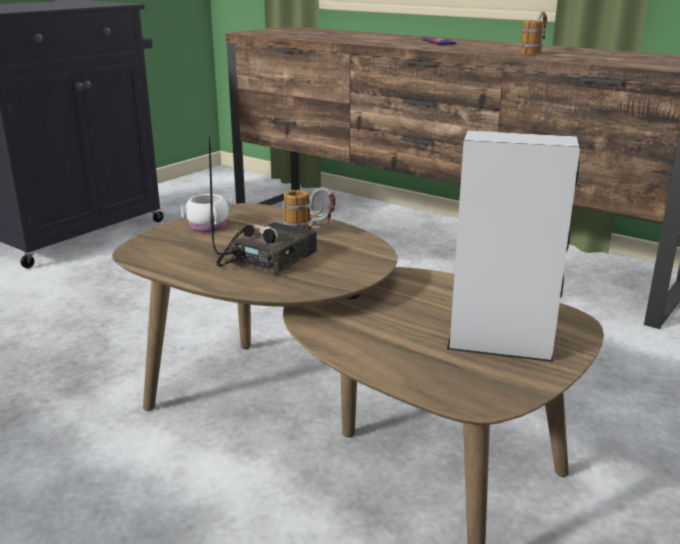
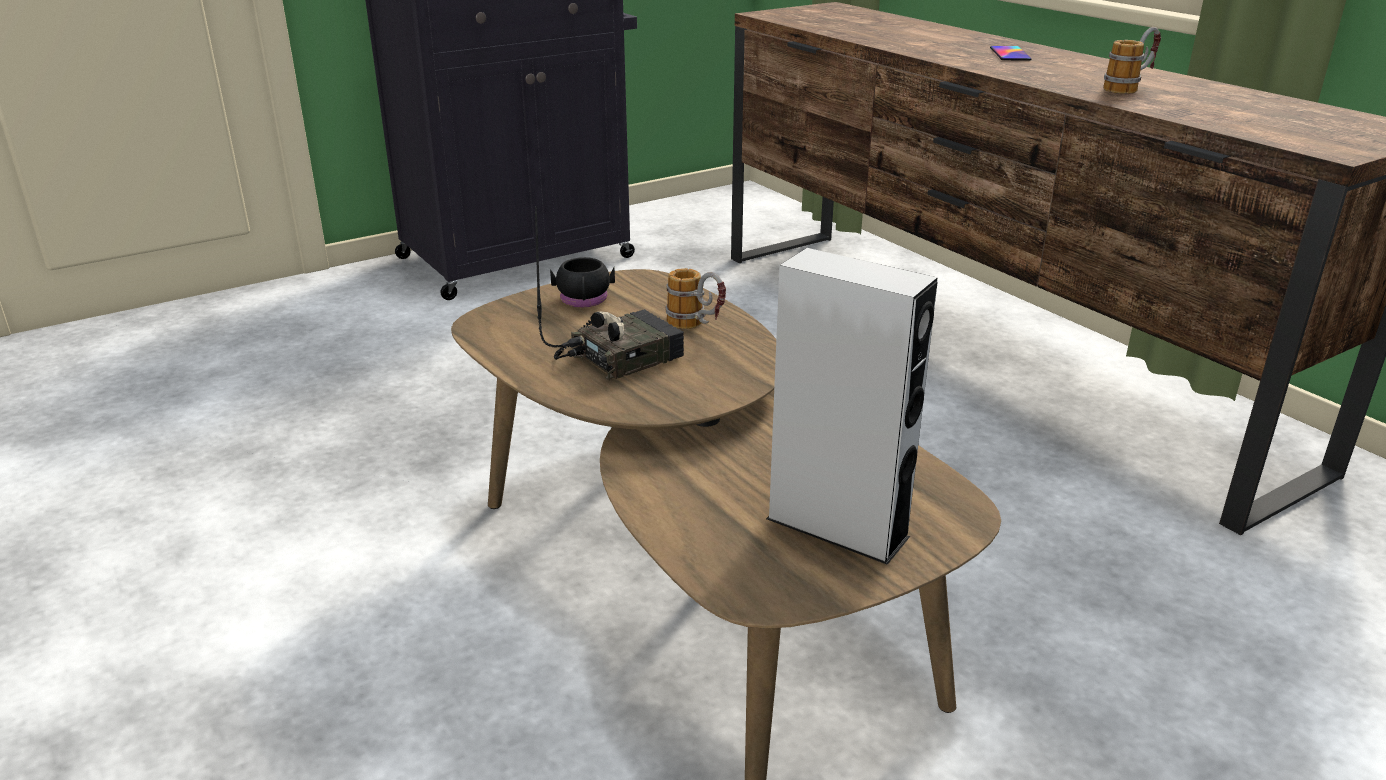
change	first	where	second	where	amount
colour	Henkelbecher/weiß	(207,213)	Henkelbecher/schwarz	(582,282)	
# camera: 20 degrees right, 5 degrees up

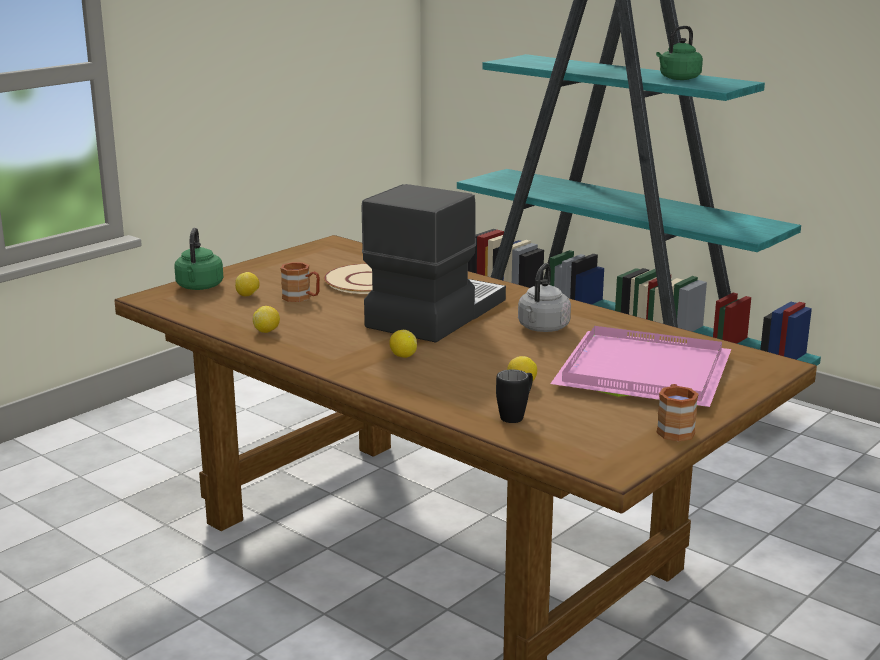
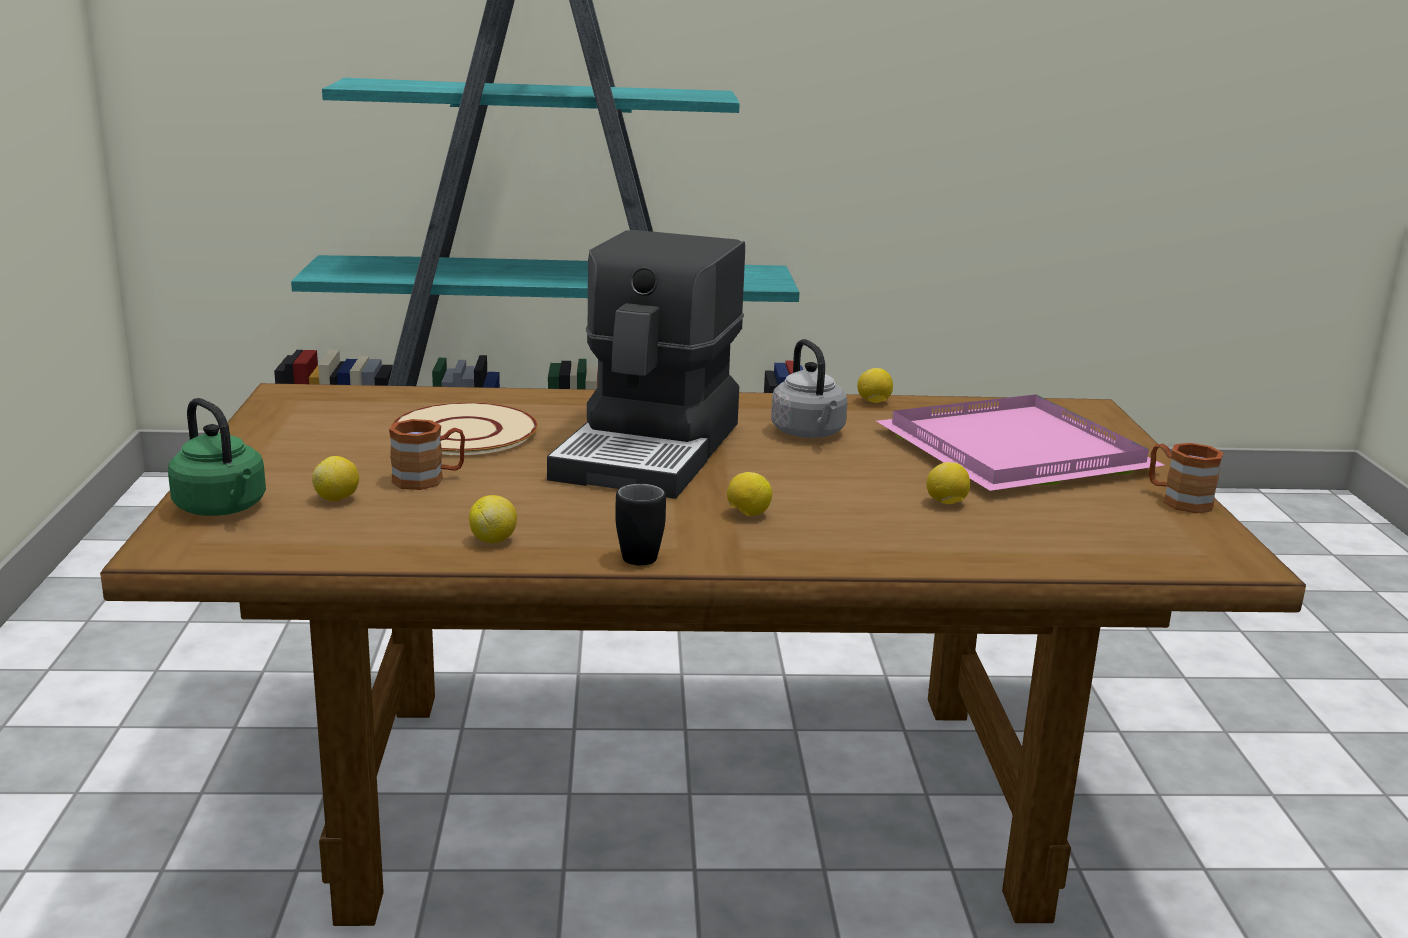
change	first	where	second	where	amount
spun	Kaffeemaschine	(433,263)		(646,364)	150 degrees counterclockwise
relocated	Henkelbecher/schwarz	(514,396)		(640,524)	
missing	Wasserkessel/grün	(679,53)			
appeared			Zitrone	(875,385)	
# camera: 45 degrees left, 0 degrees up

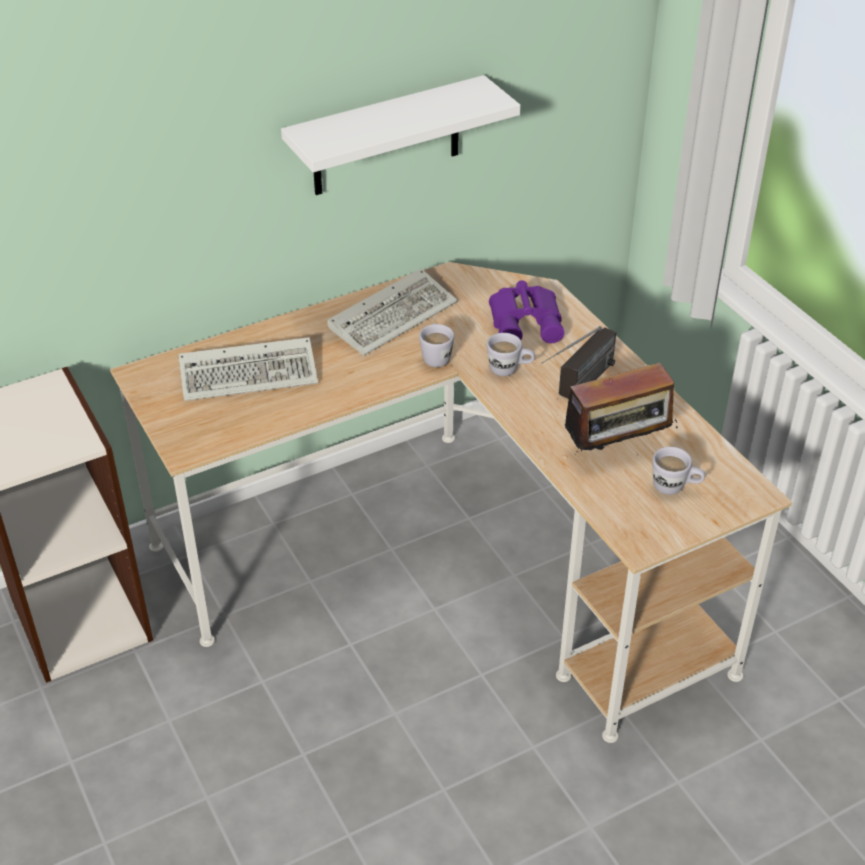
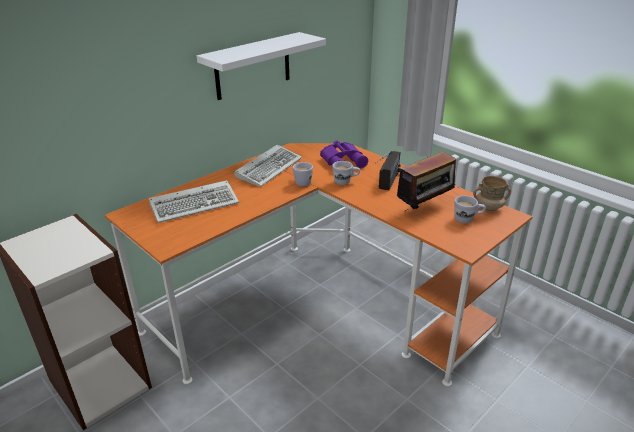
change	first	where	second	where	amount
colour	Schreibtisch/beige	(451,502)	Schreibtisch/orange	(319,265)	
appeared			Henkelbecher/beige	(492,193)	
# camera: 15 degrees left, 10 degrees down

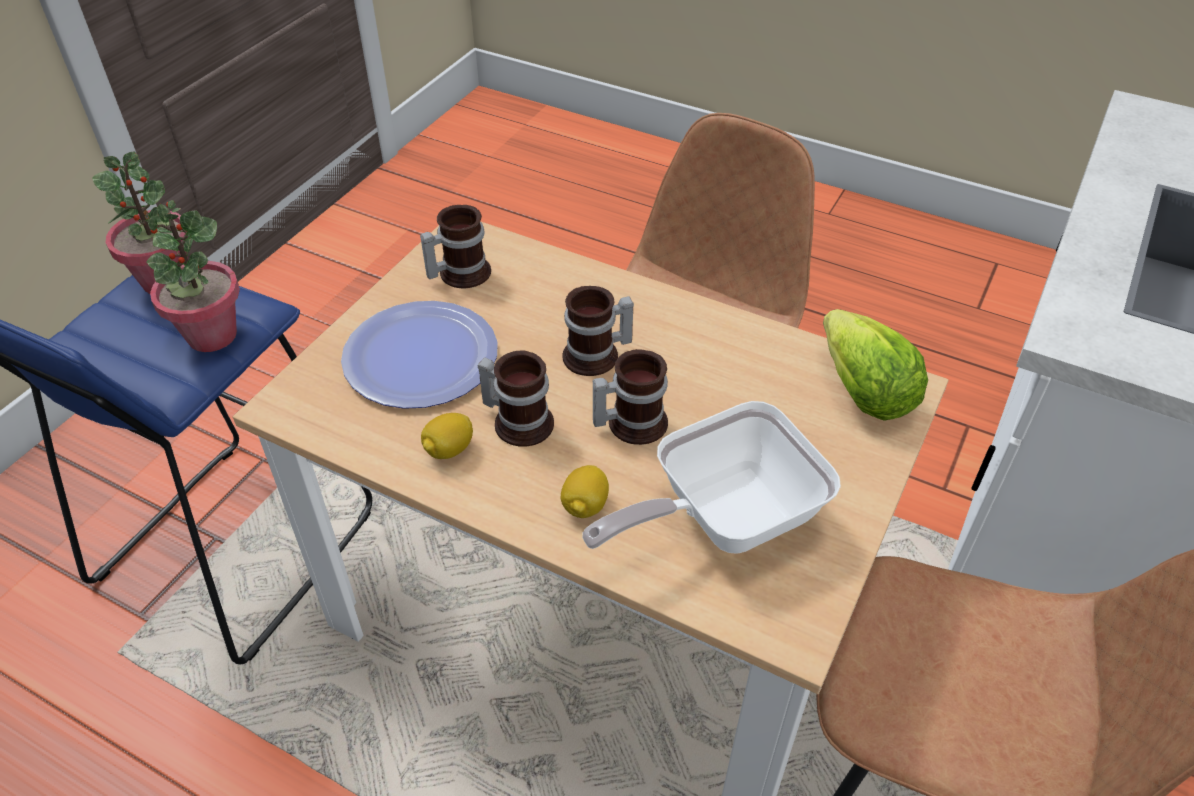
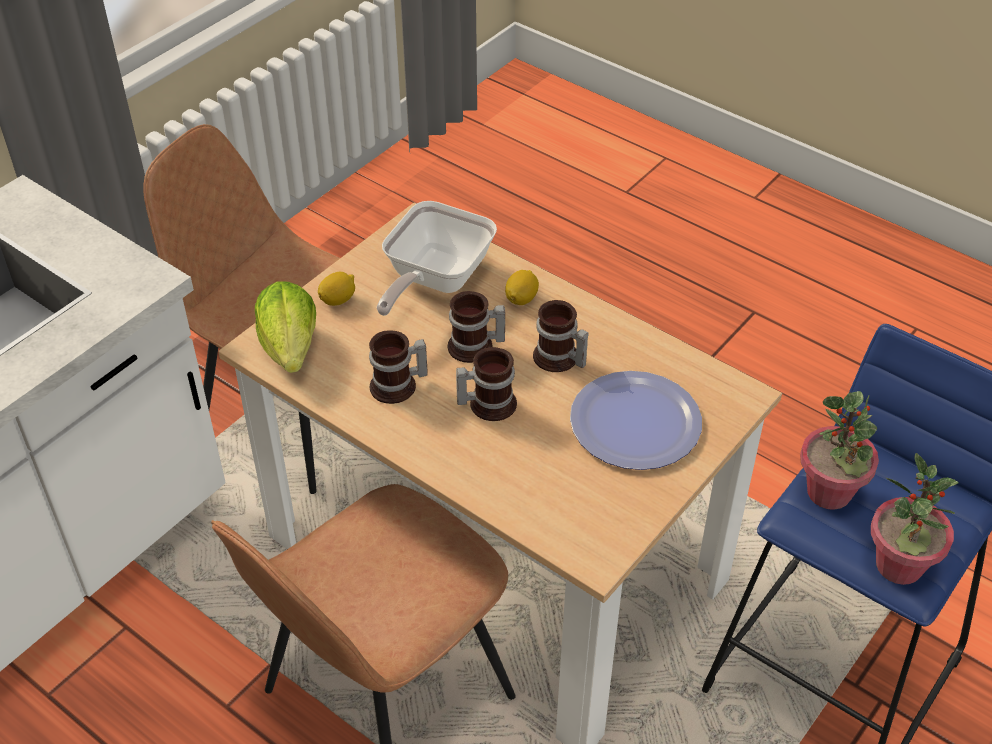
change	first	where	second	where	amount
relocated	Henkelbecher	(455,246)		(398,367)	
relocated	Zitrone	(447,436)		(336,289)	
spun	Pfanne	(711,477)		(437,258)	135 degrees clockwise
# camera: 170 degrees left, 0 degrees up

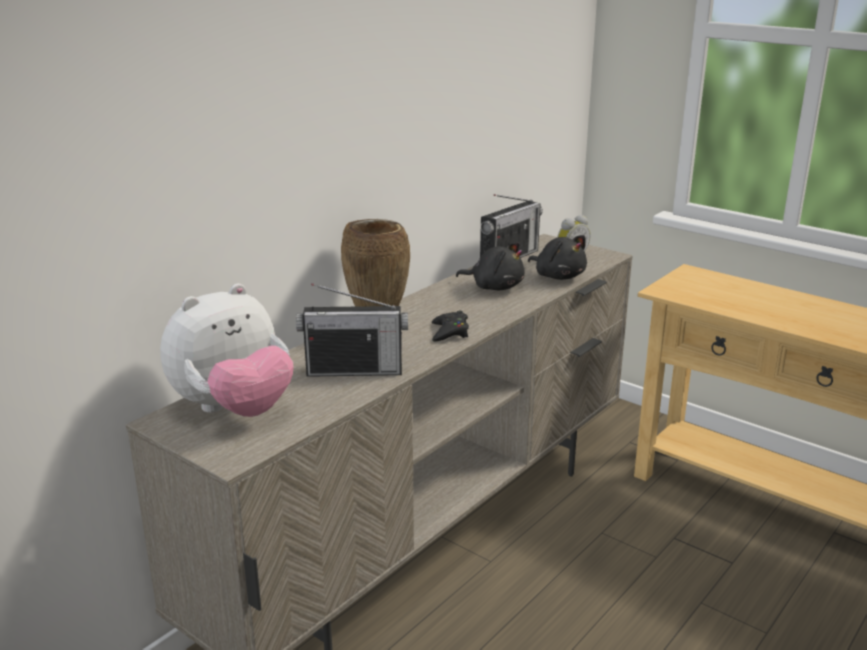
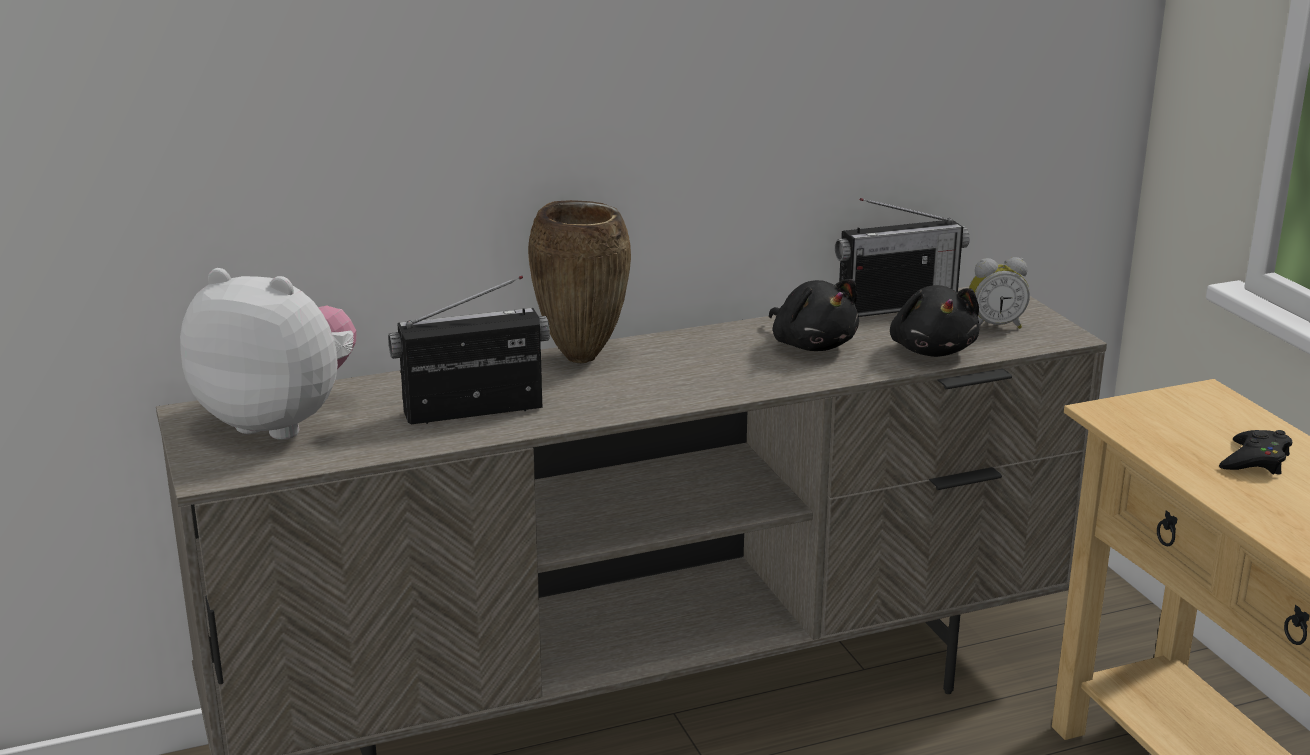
change	first	where	second	where	amount
spun	Plüschtier	(227,350)		(268,354)	150 degrees counterclockwise
spun	Radio	(352,330)		(469,350)	135 degrees clockwise
relocated	Gamepad/schwarz	(450,325)		(1255,452)	
# camera: 30 degrees right, 0 degrees up

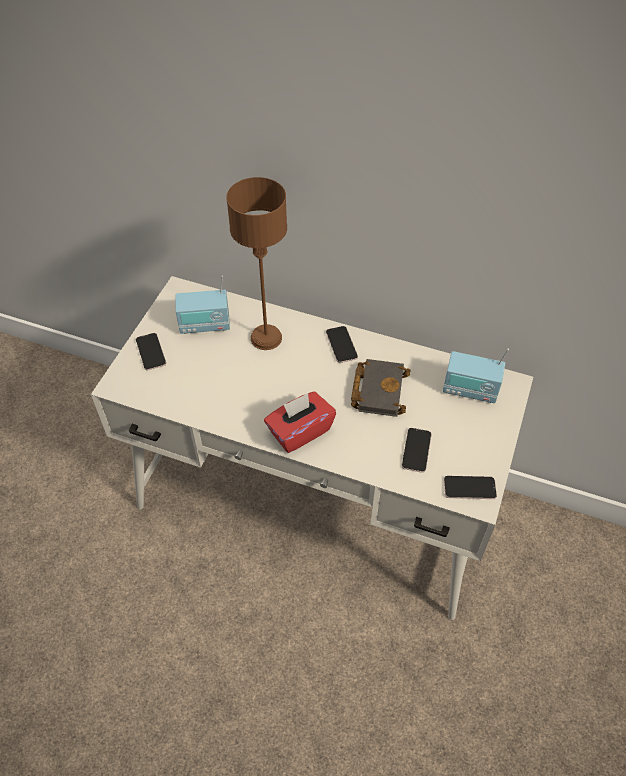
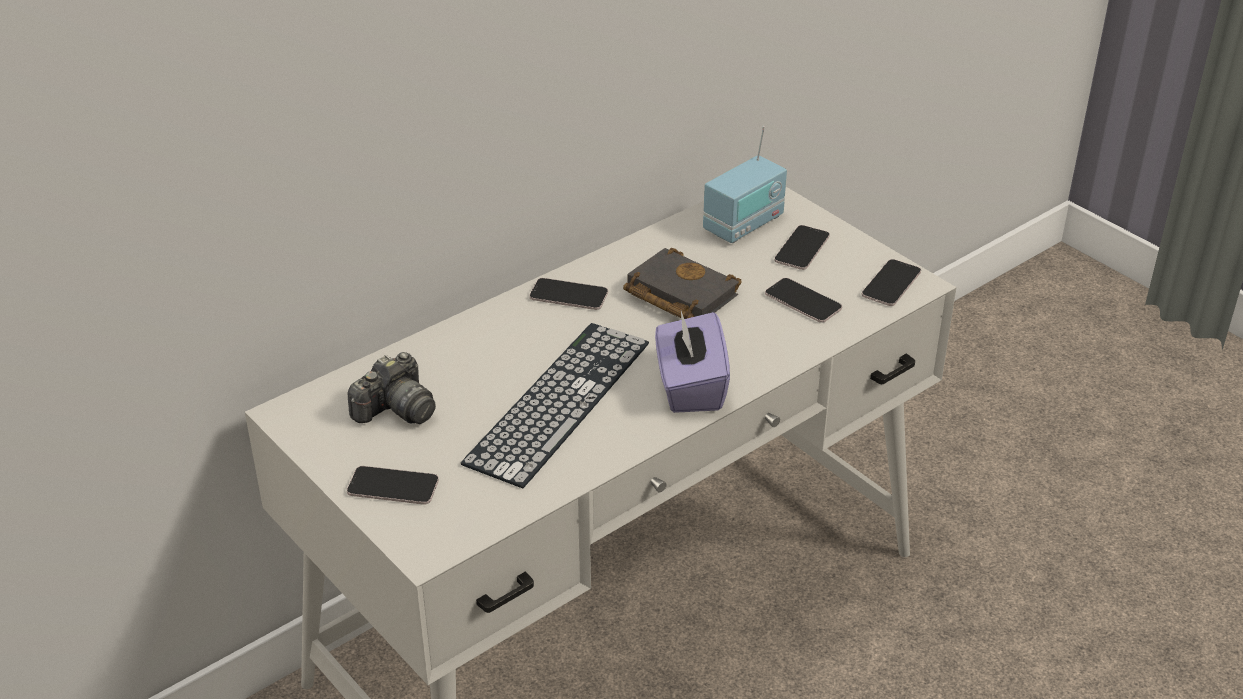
change	first	where	second	where	amount
exchanged	Radio	(202,304)	Kamera	(392,388)	
missing	Tischlampe/braun	(256,263)			
colour	Taschentuchbox/rot	(300,422)	Taschentuchbox/lila	(692,362)	
appeared			Tastatur	(555,405)	
appeared			Handy	(802,247)	
# camera: 60 degrees left, 15 degrees down

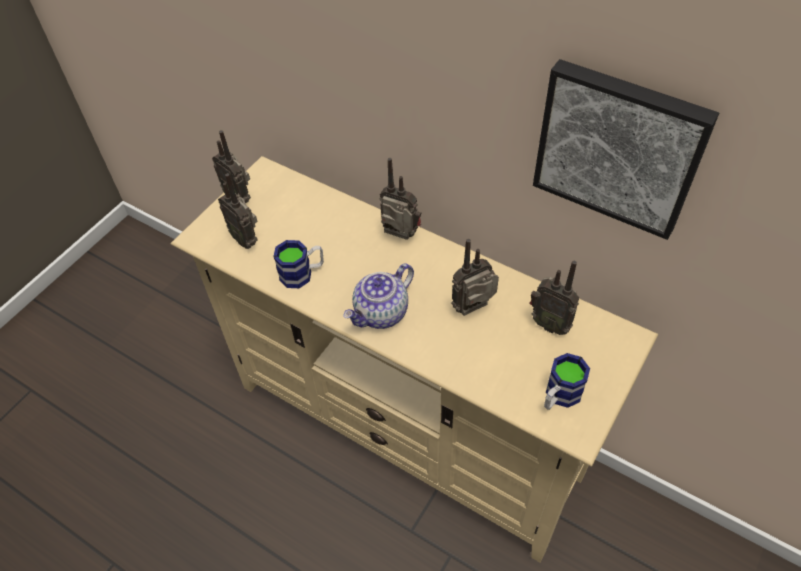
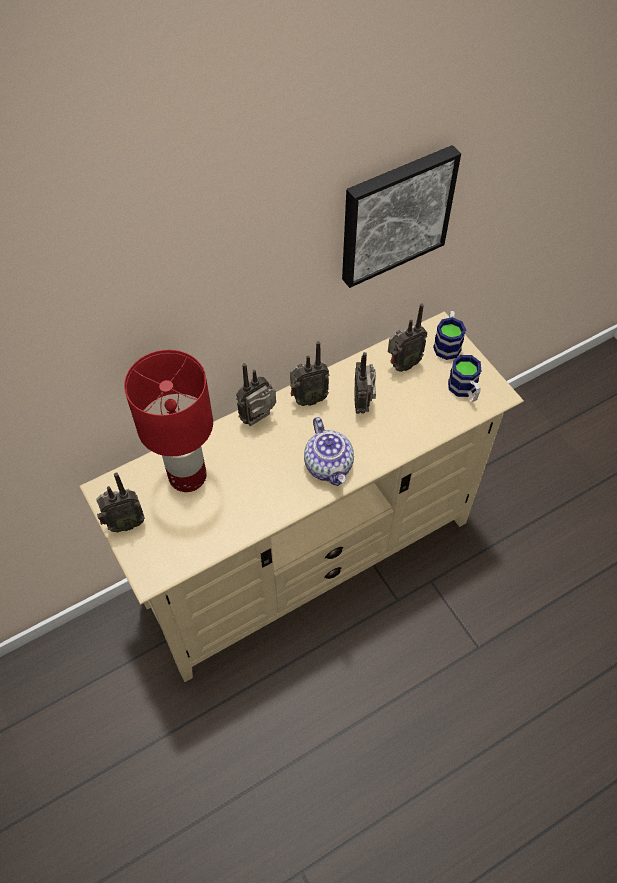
change	first	where	second	where	amount
relocated	Radio	(238,211)		(309,373)	
relocated	Henkelbecher	(298,264)		(449,335)	
appeared			Tischlampe/rot	(168,421)	
# camera: 65 degrees left, 5 degrees up

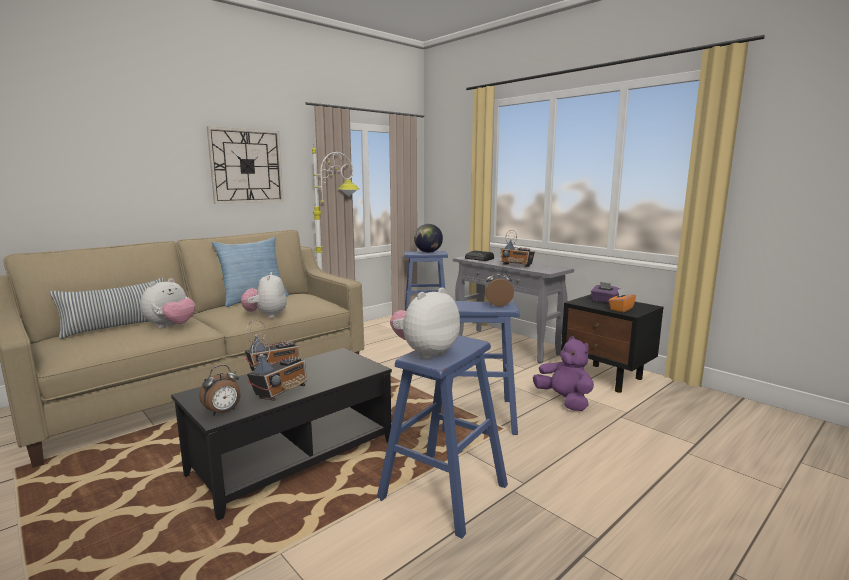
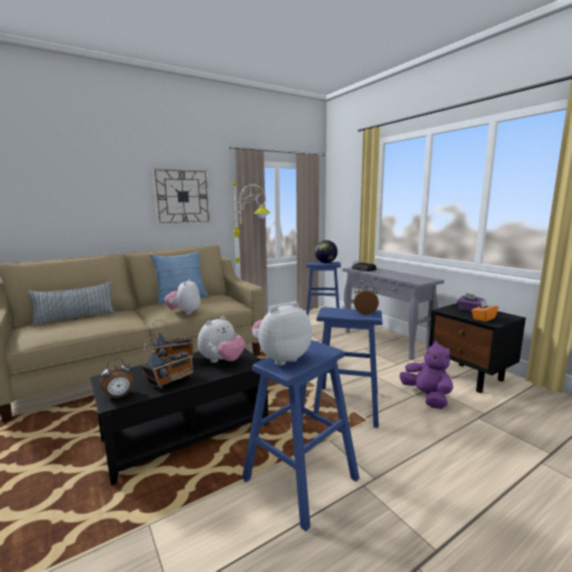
change	first	where	second	where	amount
relocated	Plüschtier	(167,303)		(221,339)	
missing	Radio	(517,248)			
# camera: 10 degrees right, 0 degrees up

